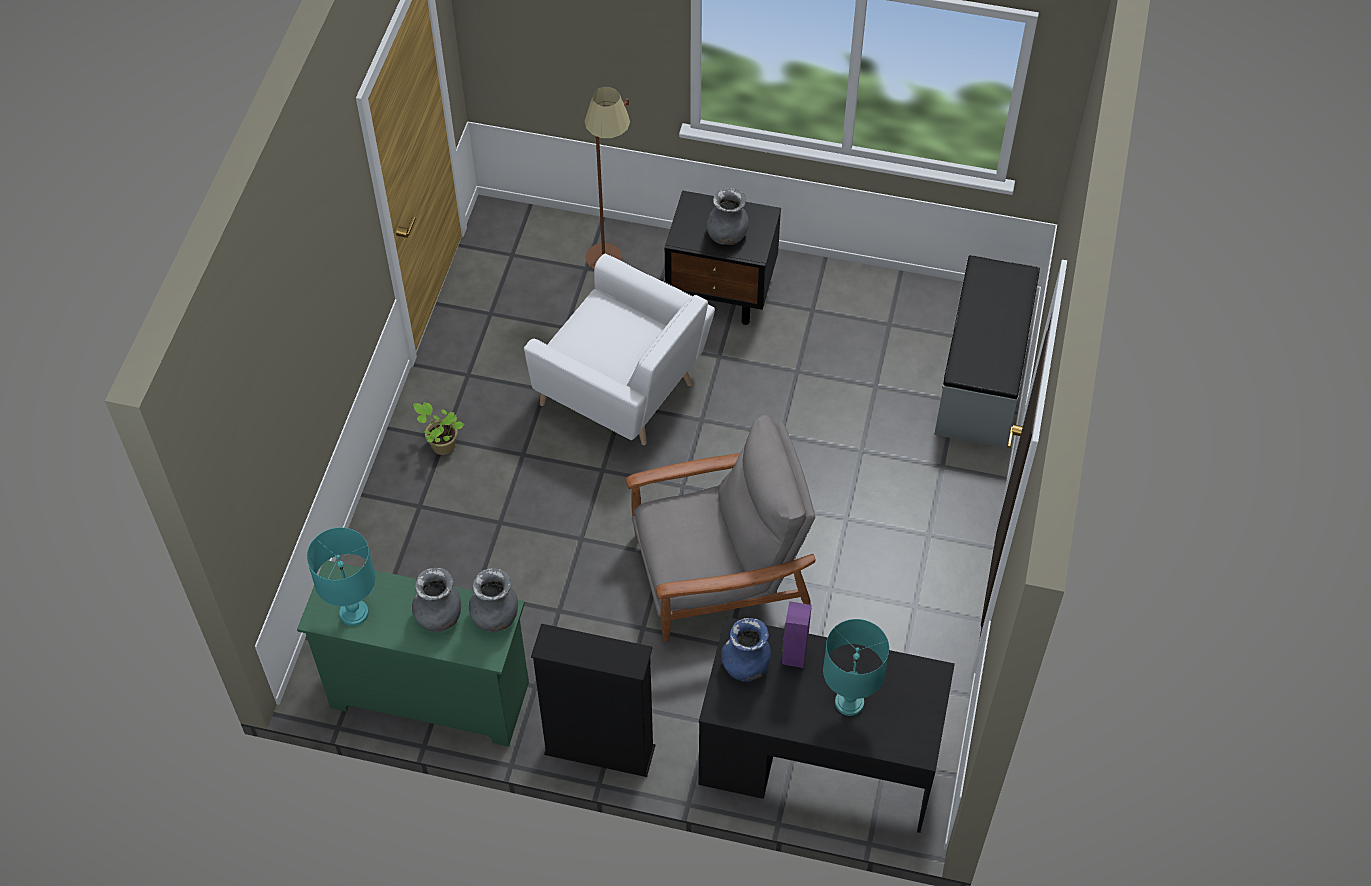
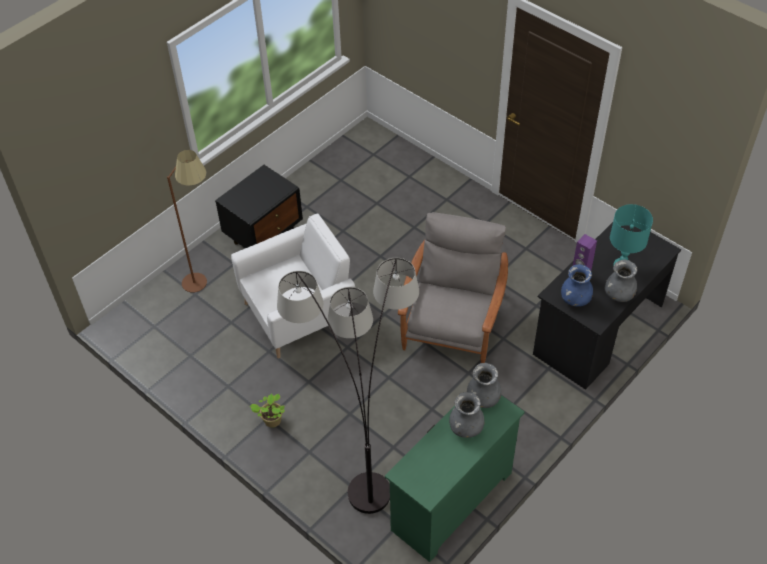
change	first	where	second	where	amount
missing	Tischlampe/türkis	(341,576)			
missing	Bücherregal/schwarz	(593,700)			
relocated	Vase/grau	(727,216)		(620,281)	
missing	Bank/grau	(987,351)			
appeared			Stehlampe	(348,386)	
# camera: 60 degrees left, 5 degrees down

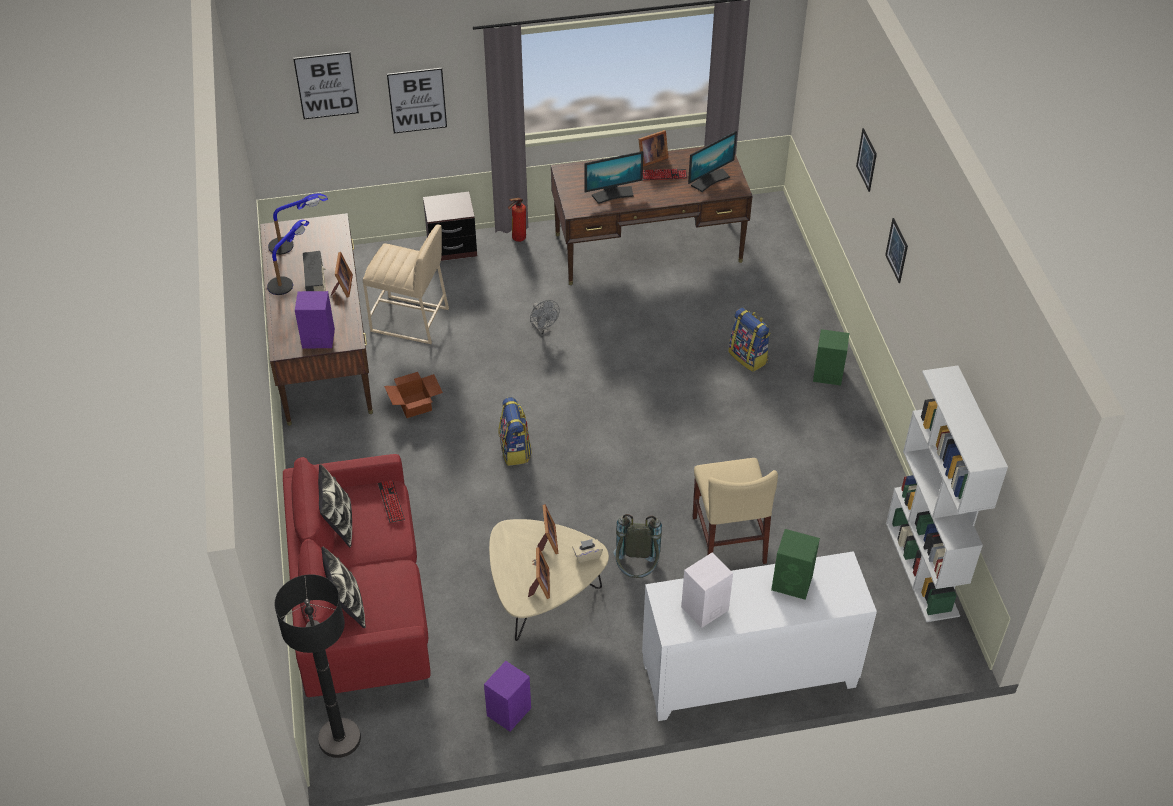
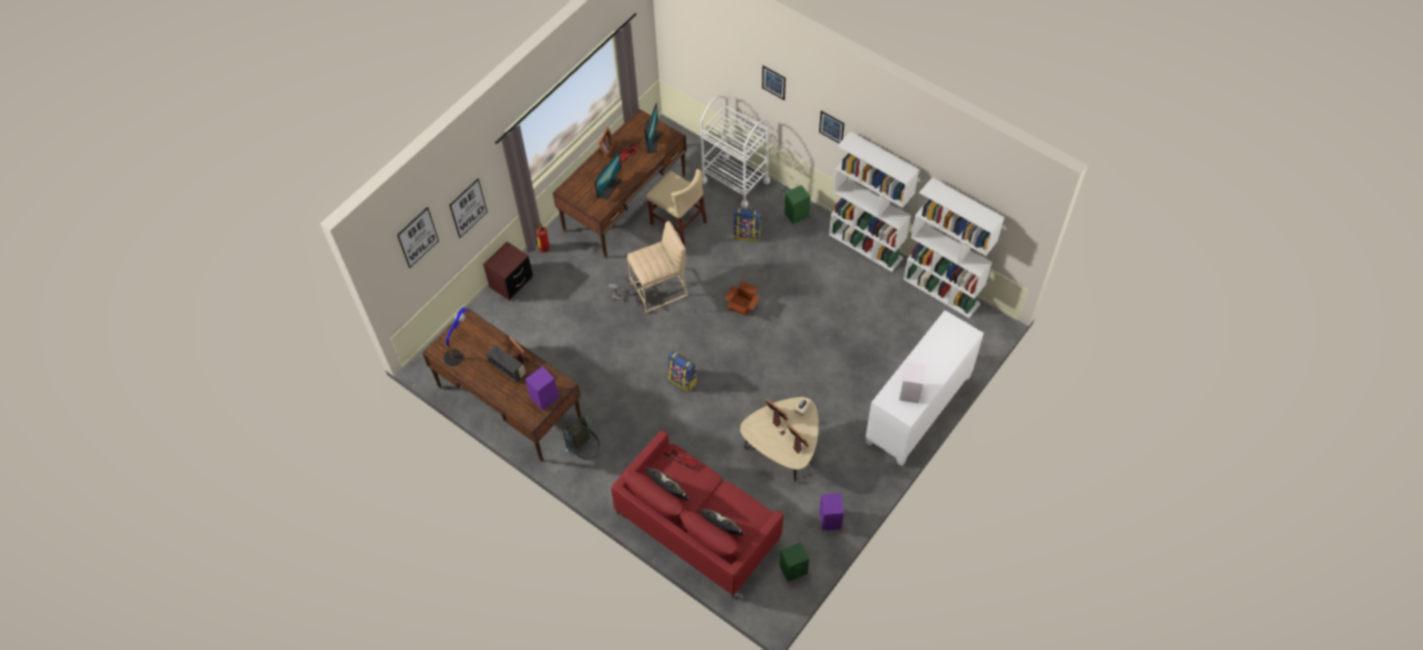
change	first	where	second	where	amount
missing	Tischlampe	(288,257)			
missing	Stehlampe/schwarz	(318,666)			
relocated	Hocker/beige	(406,284)		(657,267)	
relocated	Karton	(413,395)		(742,298)	
relocated	Rucksack/grau	(637,546)		(582,438)	
relocated	Stuhl/beige	(735,511)		(676,207)	
relocated	Lautsprecher/grün	(795,564)		(794,562)	
appeared			Rollwagen/weiß	(735,152)	
appeared			Bücherregal/weiß	(874,201)	
# camera: 40 degrees left, 10 degrees up

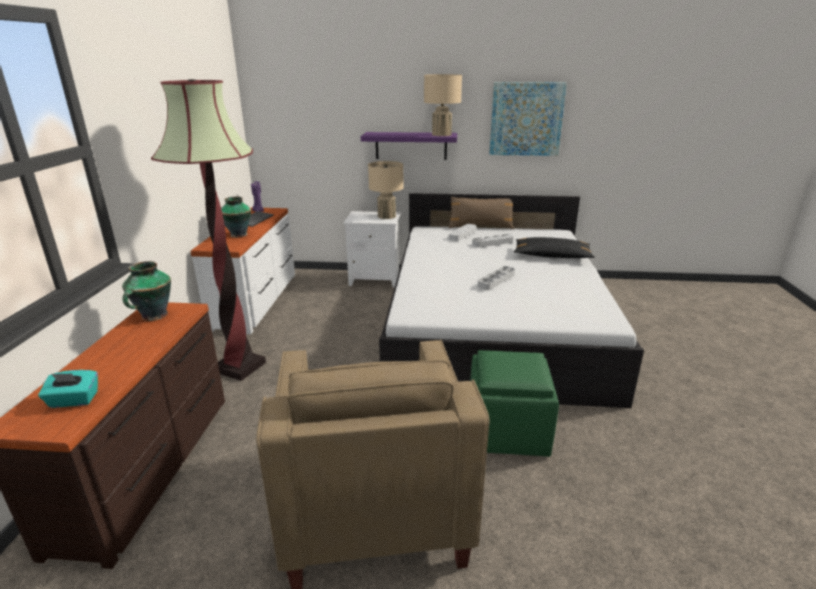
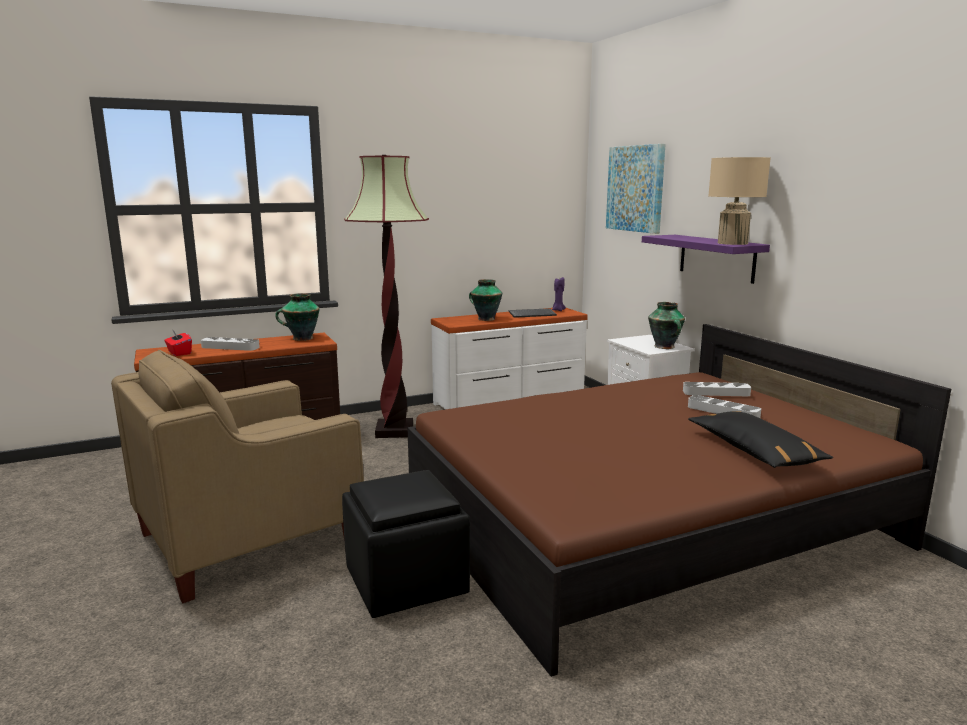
change	first	where	second	where	amount
colour	Taschentuchbox/türkis	(68,389)	Taschentuchbox/rot	(178,343)	
exchanged	Tischlampe/beige	(386,190)	Vase	(666,325)	
colour	Bett/weiß	(511,300)	Bett/braun	(679,500)	
missing	Kissen/braun	(481,213)			
colour	Polsterhocker/grün	(514,403)	Polsterhocker/schwarz	(406,544)	
relocated	Tablett/grau	(496,278)		(230,344)	
relocated	Bild	(528,119)		(635,189)	
# camera: 60 degrees right, 10 degrees down

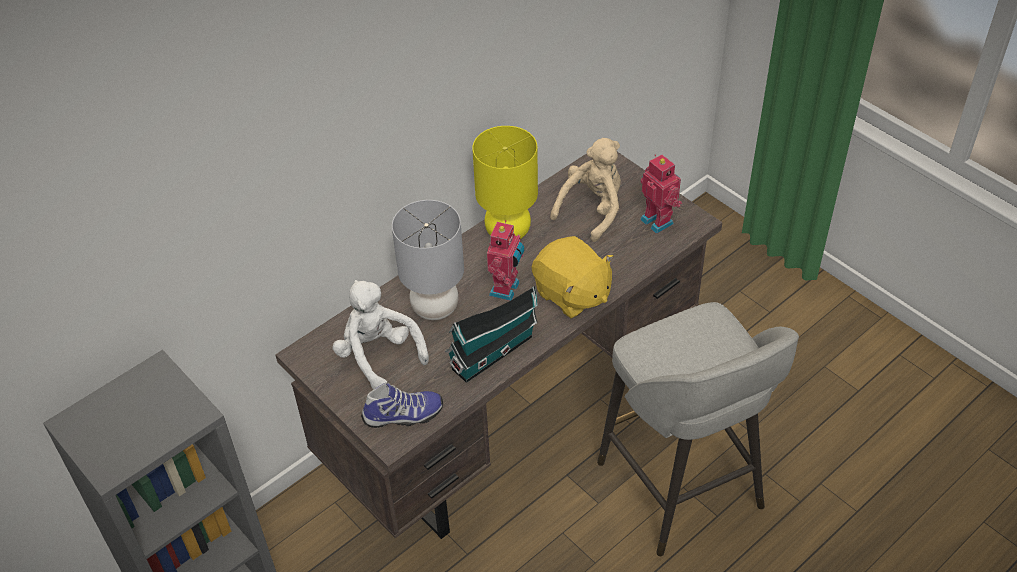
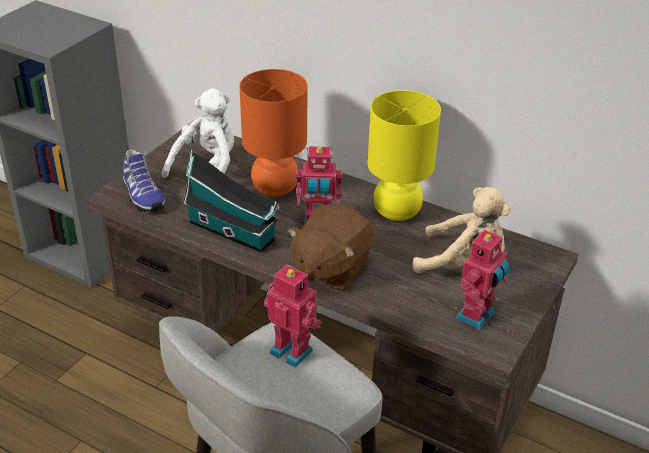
change	first	where	second	where	amount
colour	Tischlampe/grau	(428,260)	Tischlampe/orange	(274,132)	
colour	Plüschtier/gelb	(573,277)	Plüschtier/braun	(330,248)	
appeared			Spielzeugroboter	(293,316)	
# camera: 70 degrees right, 10 degrees down

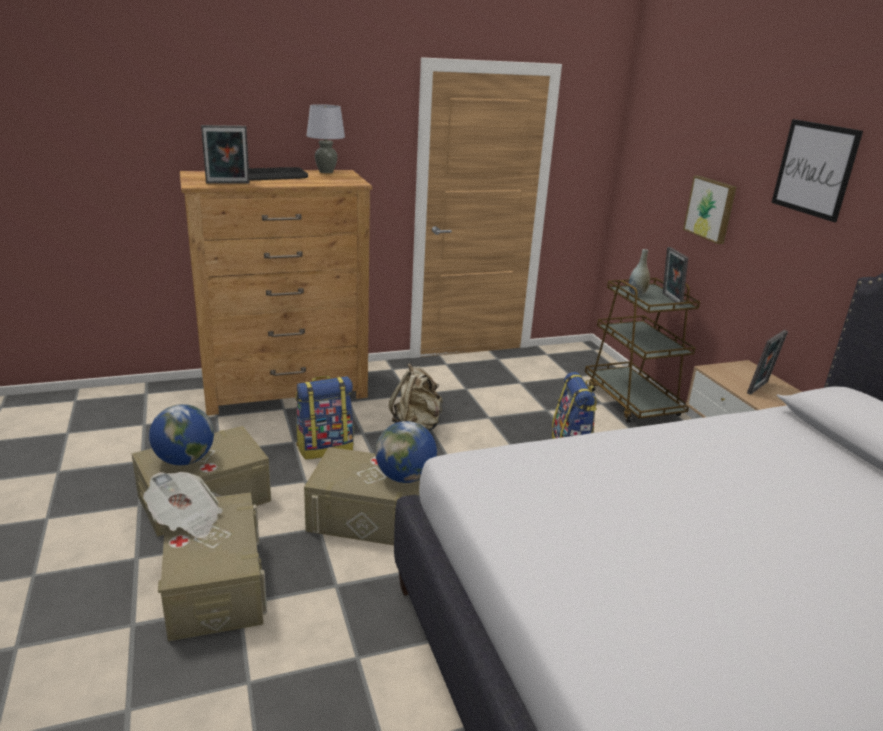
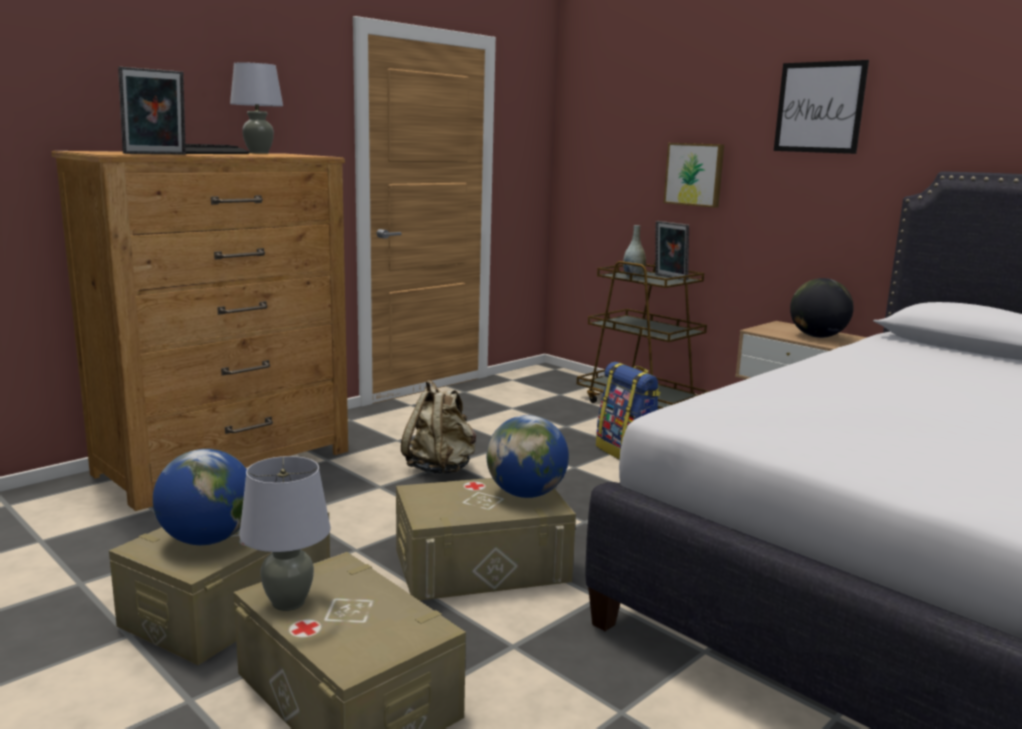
change	first	where	second	where	amount
exchanged	Zeitung	(183,505)	Tischlampe/grau	(285,533)	
missing	Rucksack	(325,418)			
exchanged	Bilderrahmen	(767,362)	Globus	(822,308)	
# camera: 25 degrees left, 10 degrees down

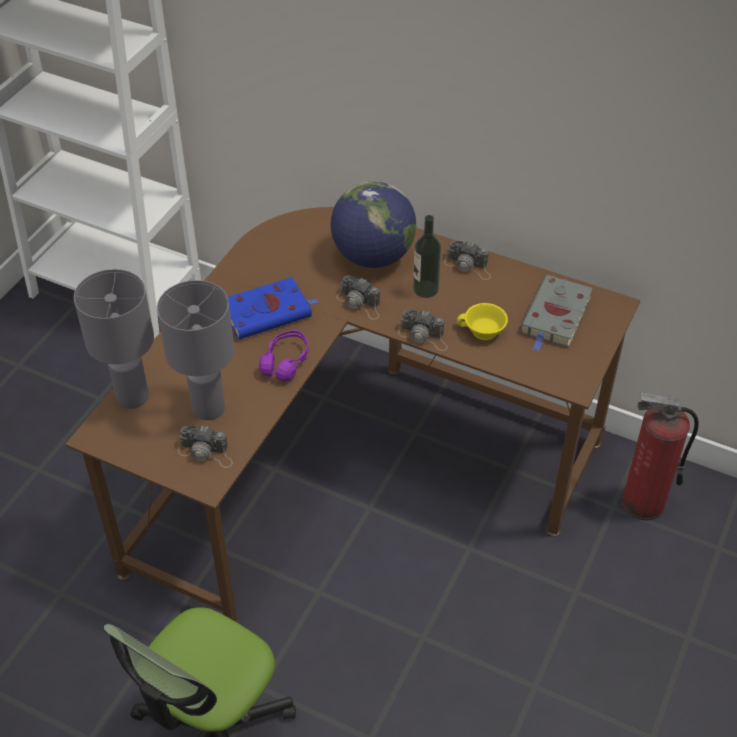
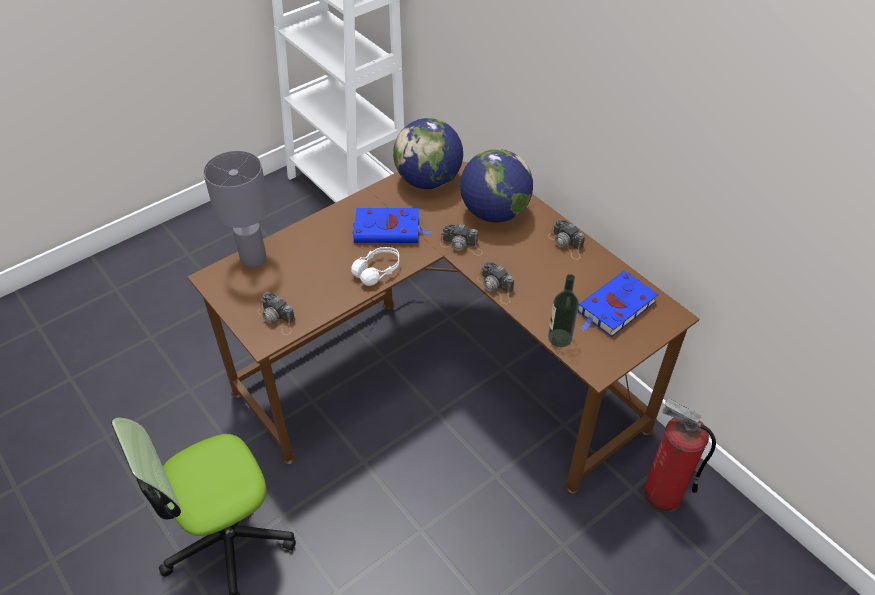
change	first	where	second	where	amount
missing	Tischlampe/grau	(195,350)			
colour	Kopfhörer/lila	(284,356)	Kopfhörer/weiß	(375,266)	
spun	Kamera	(358,298)		(461,240)	45 degrees counterclockwise
relocated	Flasche	(427,256)		(563,310)	
missing	Tasse/gelb	(482,321)			
colour	Buch/grau	(556,313)	Buch/blau	(618,304)	
appeared			Globus	(428,153)	
# camera: 25 degrees right, 0 degrees up

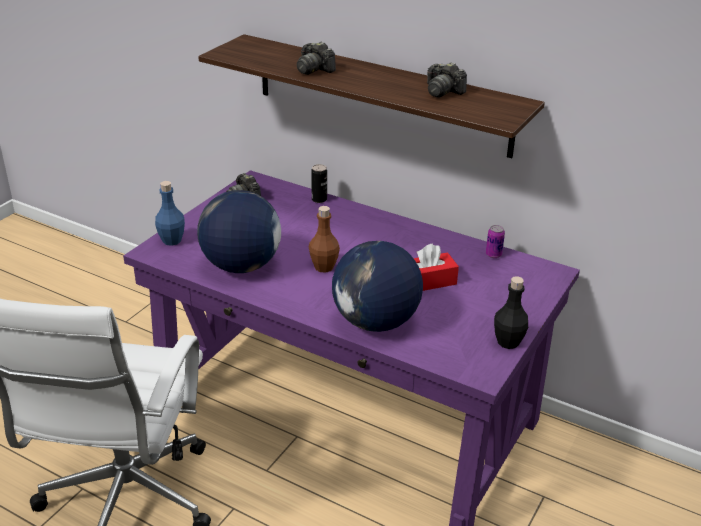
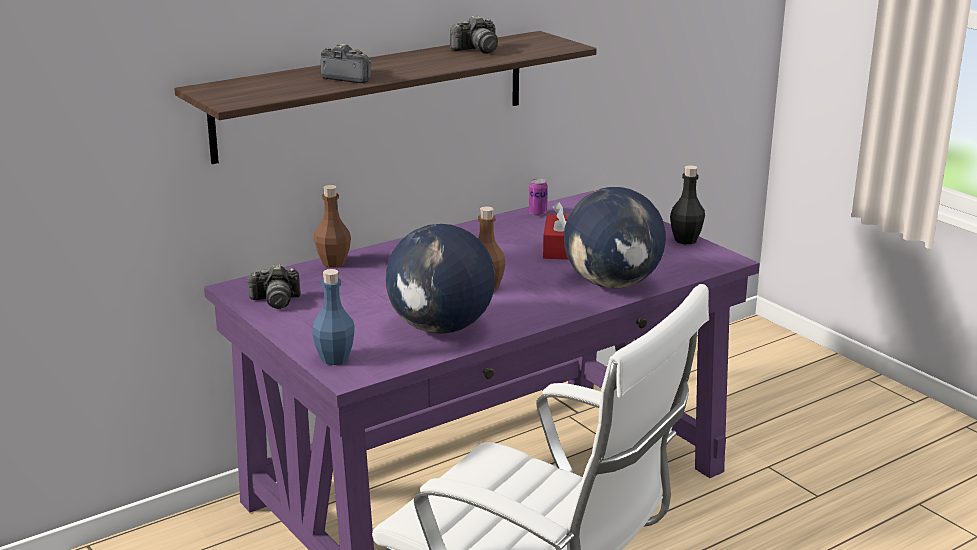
change	first	where	second	where	amount
spun	Kamera	(316,58)		(346,63)	135 degrees counterclockwise
exchanged	Dose	(319,183)	Flasche/braun	(332,226)	
# camera: 65 degrees left, 10 degrees down

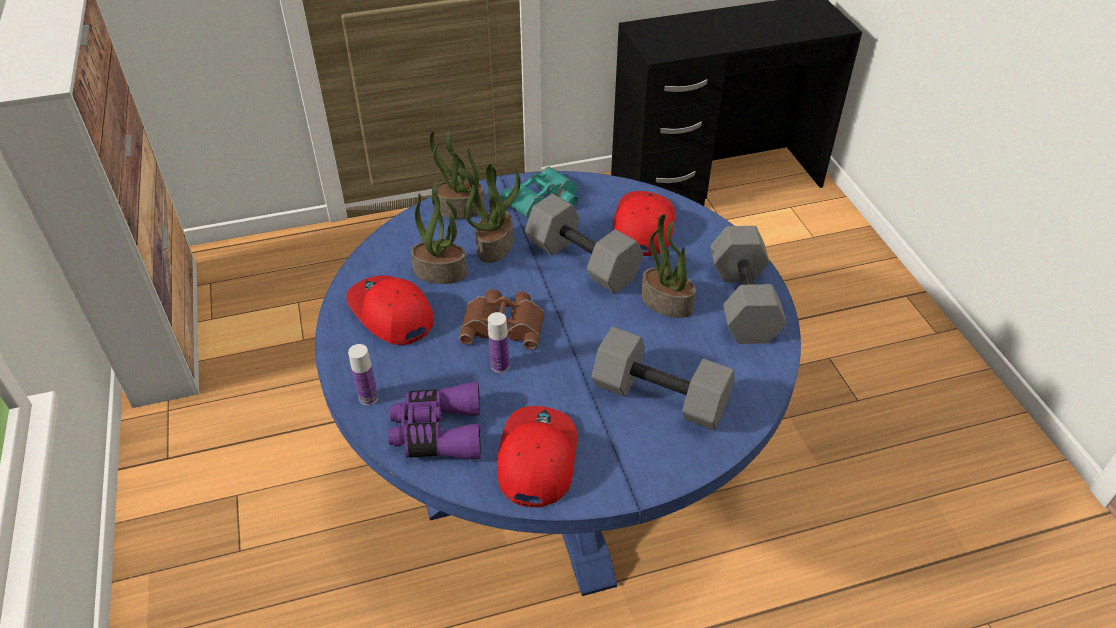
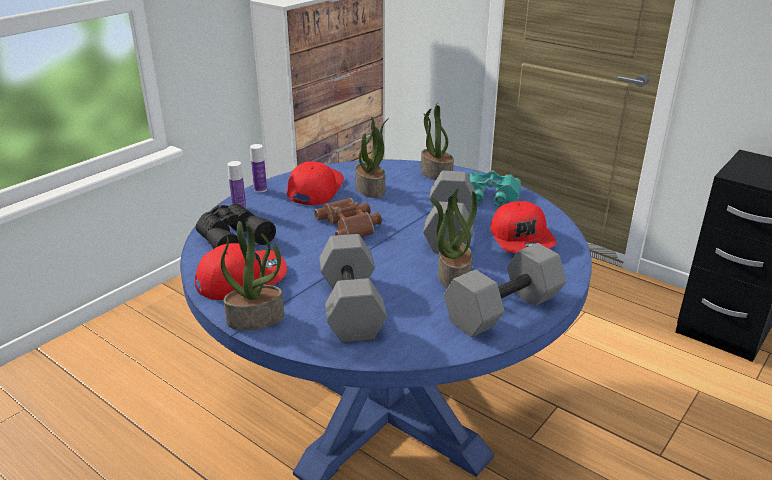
change	first	where	second	where	amount
colour	Fernglas/lila	(434,421)	Fernglas/schwarz	(236,226)	
relocated	Topfpflanze	(491,213)		(252,275)	
relocated	Flasche	(498,342)		(258,168)	
spun	Kappe/rot	(644,223)		(523,227)	105 degrees clockwise
# camera: 55 degrees right, 15 degrees down

